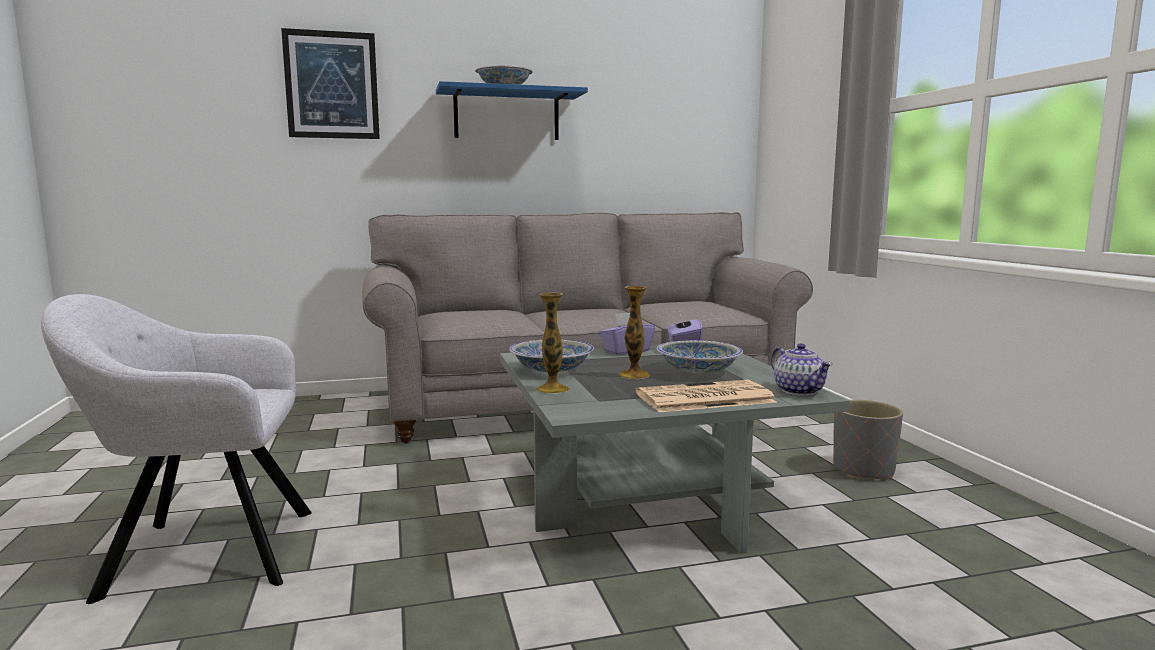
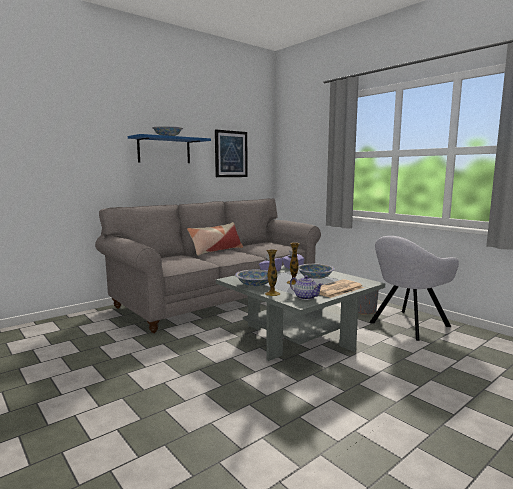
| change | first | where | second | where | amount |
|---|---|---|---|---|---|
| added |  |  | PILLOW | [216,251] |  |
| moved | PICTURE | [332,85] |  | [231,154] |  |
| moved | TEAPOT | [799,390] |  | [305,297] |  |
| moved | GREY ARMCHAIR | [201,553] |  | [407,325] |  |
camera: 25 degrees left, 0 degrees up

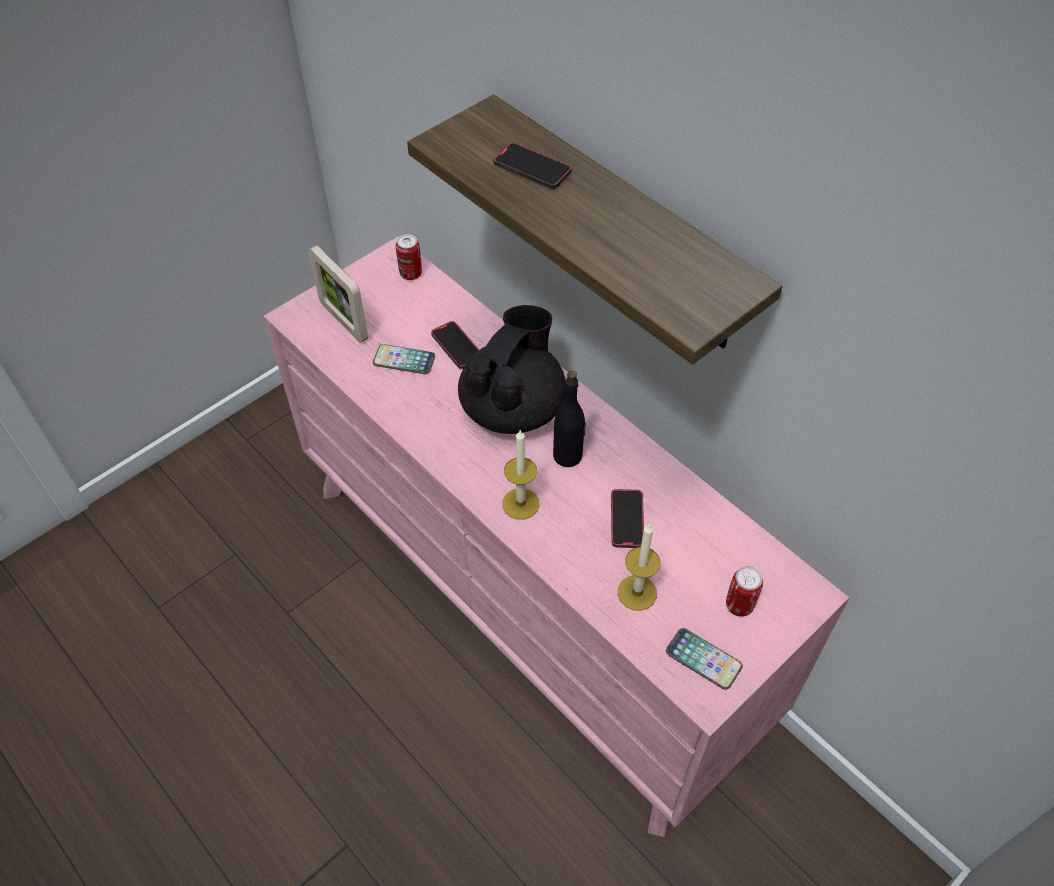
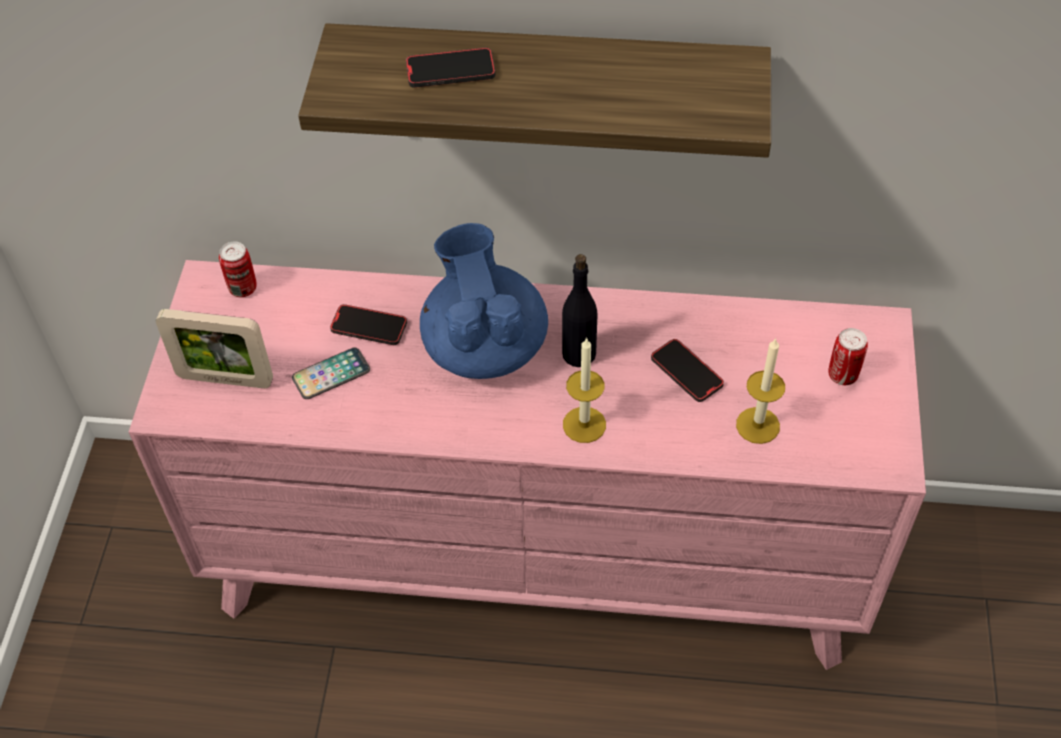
| change | first | where | second | where | amount |
|---|---|---|---|---|---|
| recoloured | BLACK TEAPOT | [513,407] | BLUE TEAPOT | [484,346] |  |
| removed | PHONE | [703,659] |  |  |  |
camera: 40 degrees left, 0 degrees up

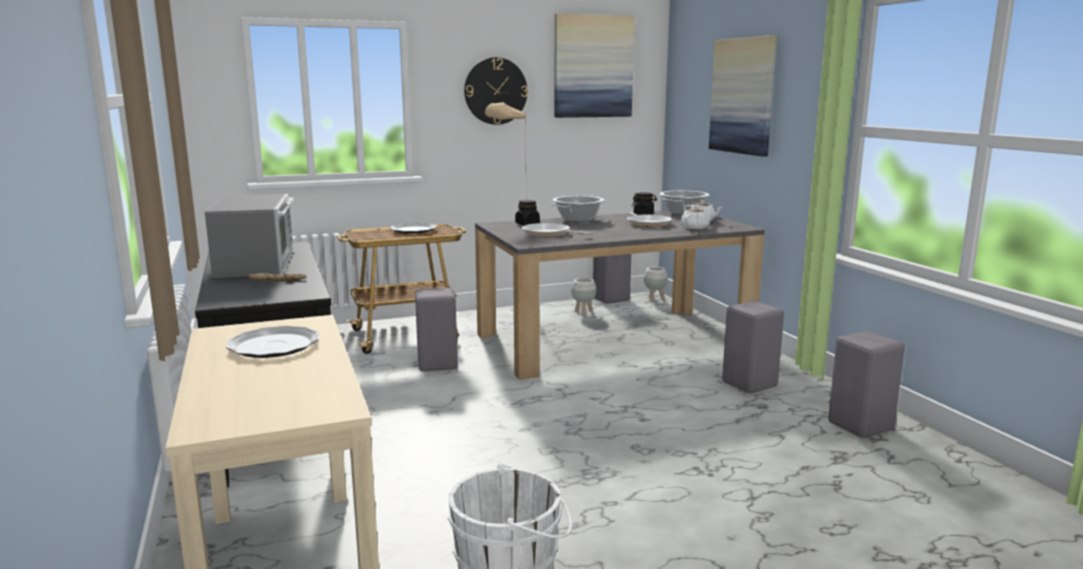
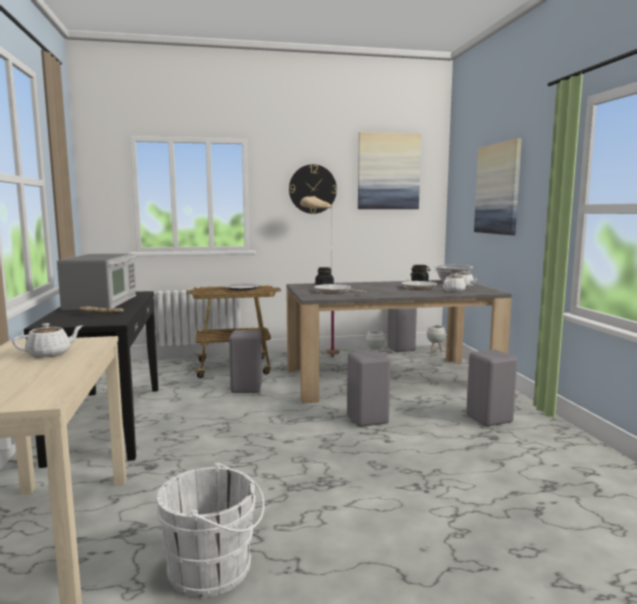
| change | first | where | second | where | amount |
|---|---|---|---|---|---|
| replaced | PLATE | [273,346] | WHITE TEAPOT | [50,354] |  |
| moved | GREY STOOL | [860,427] |  | [367,420] |  |
| removed | COOKING POT | [578,219] |  |  |  |
camera: 10 degrees right, 5 degrees down

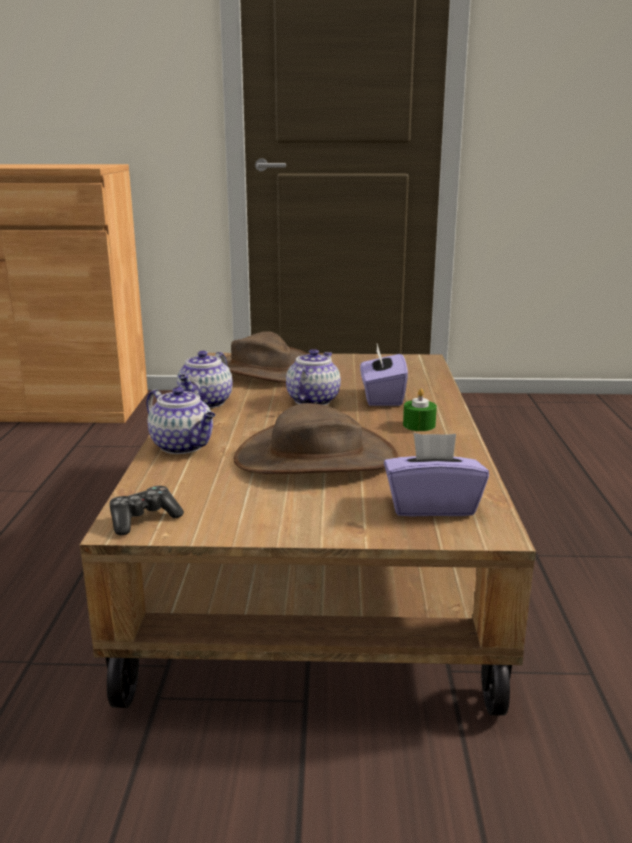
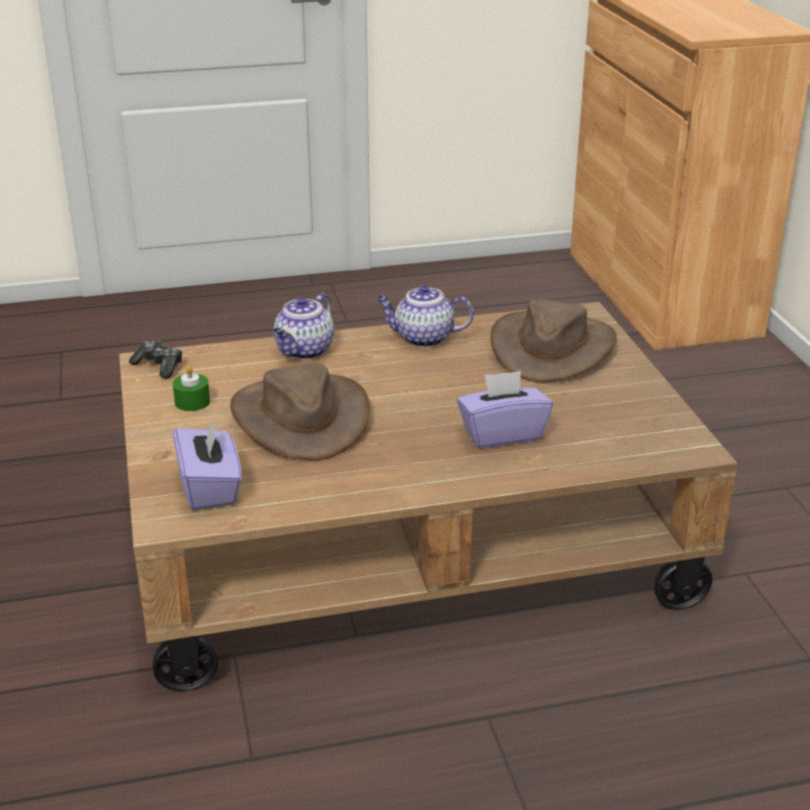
| change | first | where | second | where | amount |
|---|---|---|---|---|---|
| moved | GREEN CANDLE | [419,425] |  | [192,402] |  |
| removed | TEAPOT | [313,400] |  |  |  |
camera: 75 degrees right, 10 degrees up

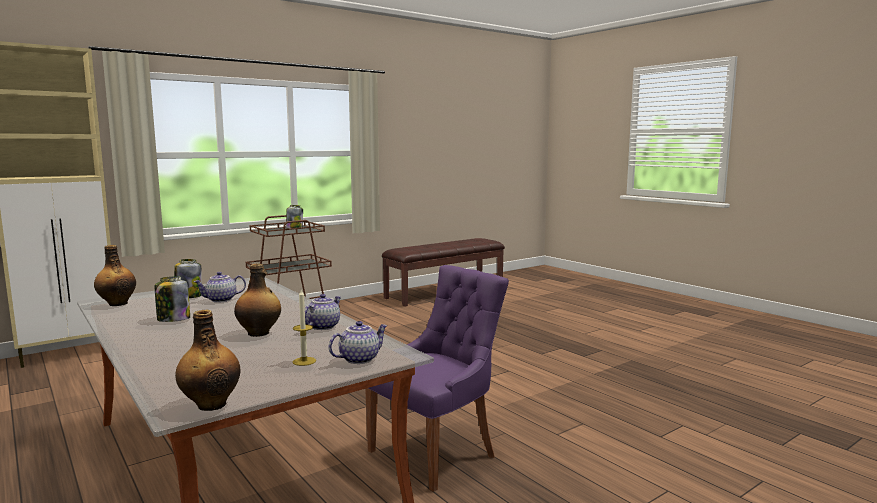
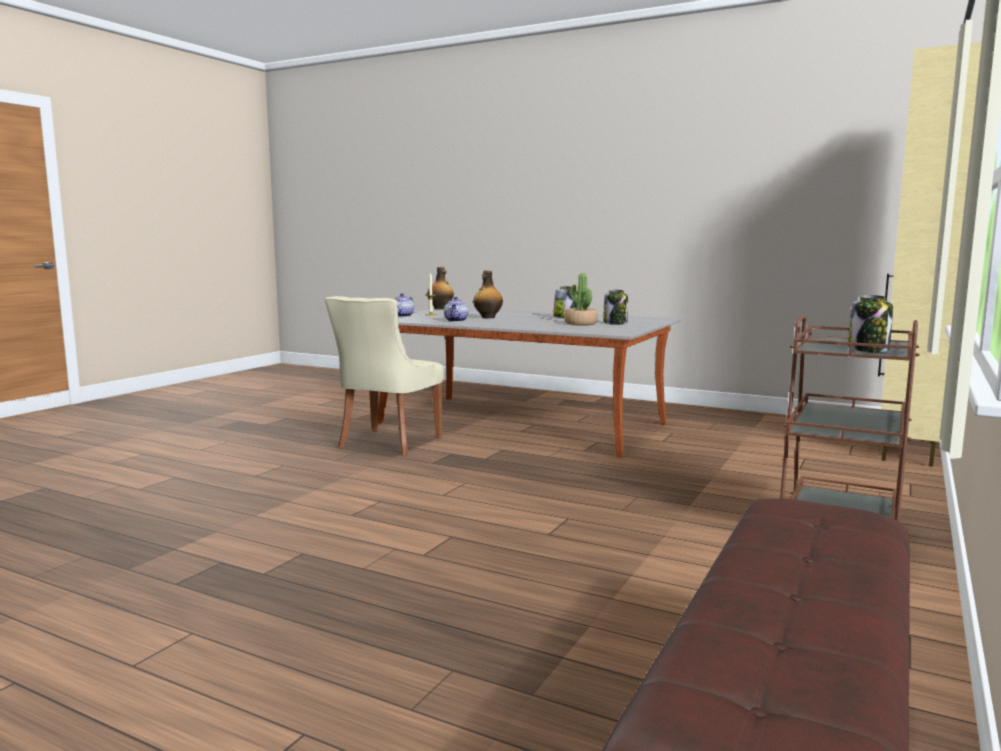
| change | first | where | second | where | amount |
|---|---|---|---|---|---|
| recoloured | PURPLE CHAIR | [436,452] | BEIGE CHAIR | [387,443] |  |
| replaced | TEAPOT | [221,300] | POTTED PLANT | [580,323] |  |
| removed | BOTTLE | [117,303] |  |  |  |
camera: 155 degrees right, 0 degrees up

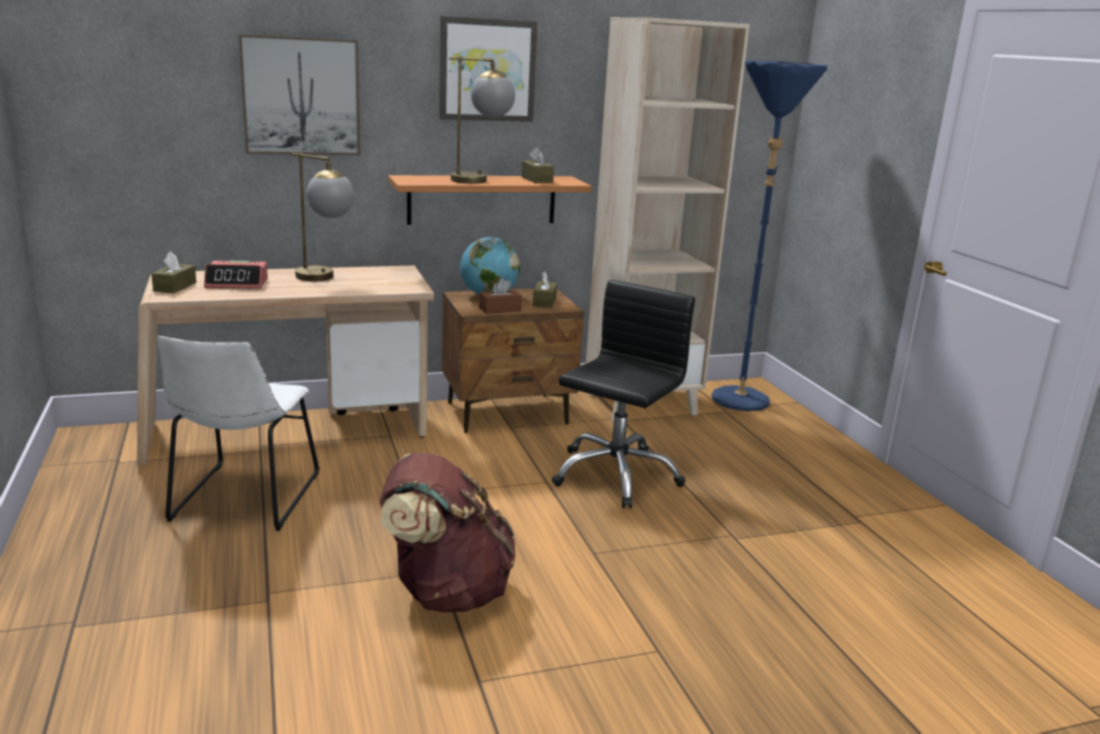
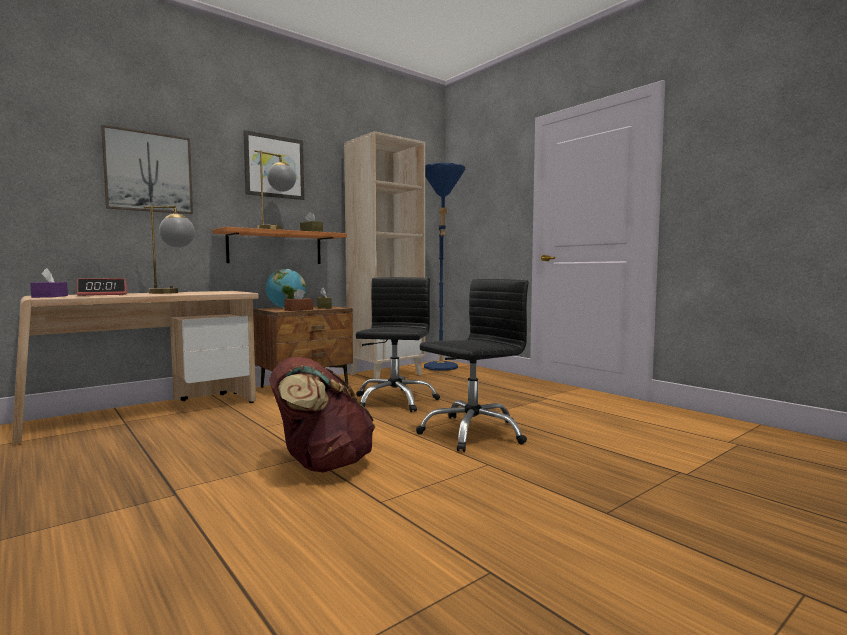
| change | first | where | second | where | amount |
|---|---|---|---|---|---|
| recoloured | BROWN TISSUE BOX | [175,287] | PURPLE TISSUE BOX | [50,296] |  |
| added |  |  | BLACK OFFICE CHAIR | [472,432] |  |
| removed | WHITE CHAIR | [243,499] |  |  |  |
camera: 20 degrees left, 15 degrees down

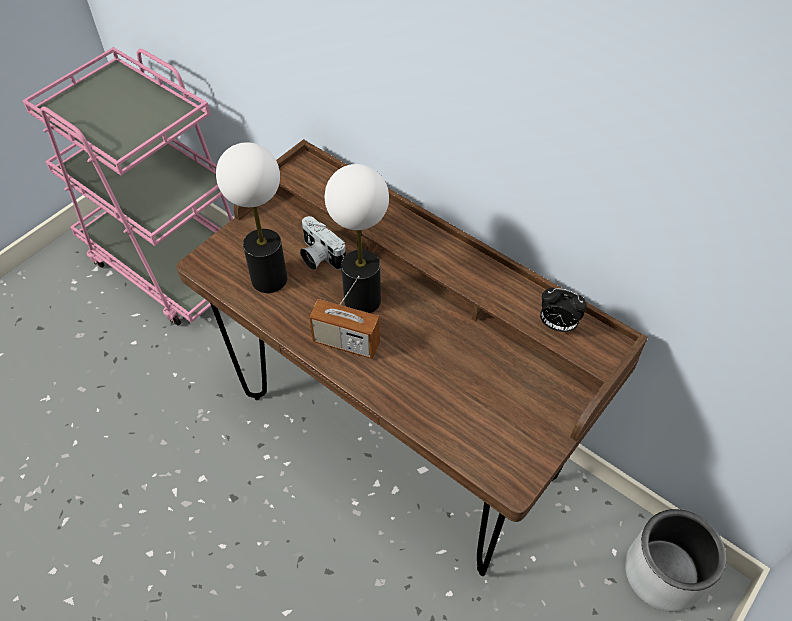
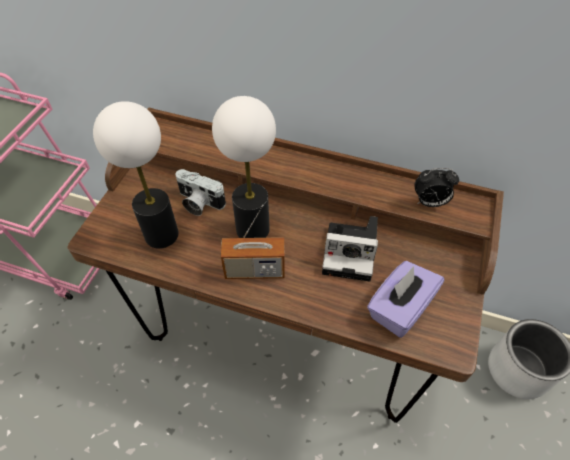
| change | first | where | second | where | amount |
|---|---|---|---|---|---|
| added |  |  | PHOTO CAMERA | [351,252] |  |
| added |  |  | PURPLE TISSUE BOX | [399,308] |  |
camera: 20 degrees left, 0 degrees up

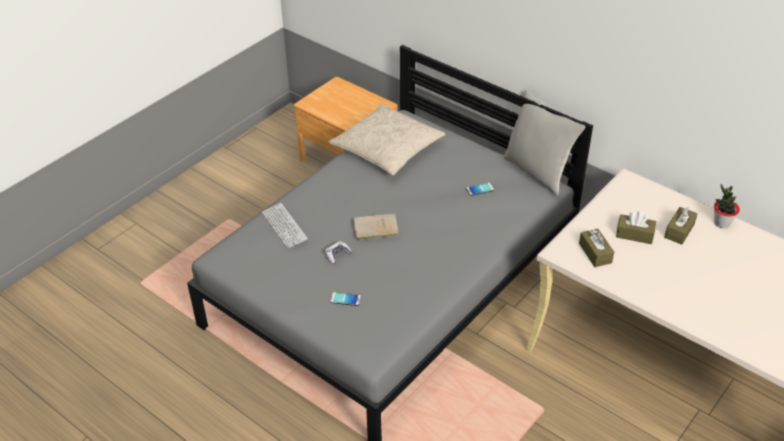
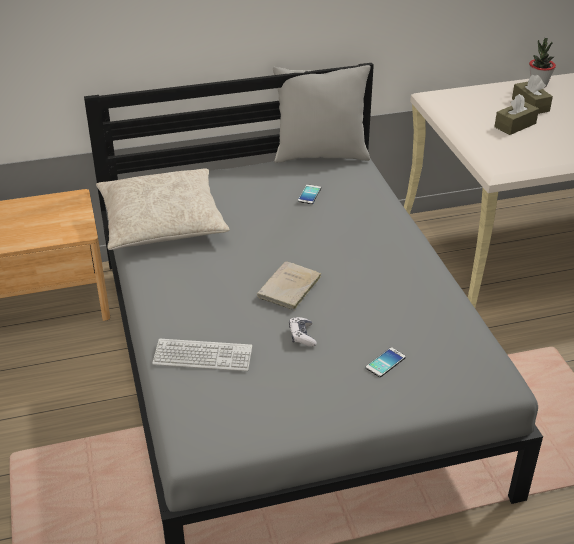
| change | first | where | second | where | amount |
|---|---|---|---|---|---|
| removed | BROWN TISSUE BOX | [595,253] |  |  |  |
camera: 55 degrees left, 5 degrees down

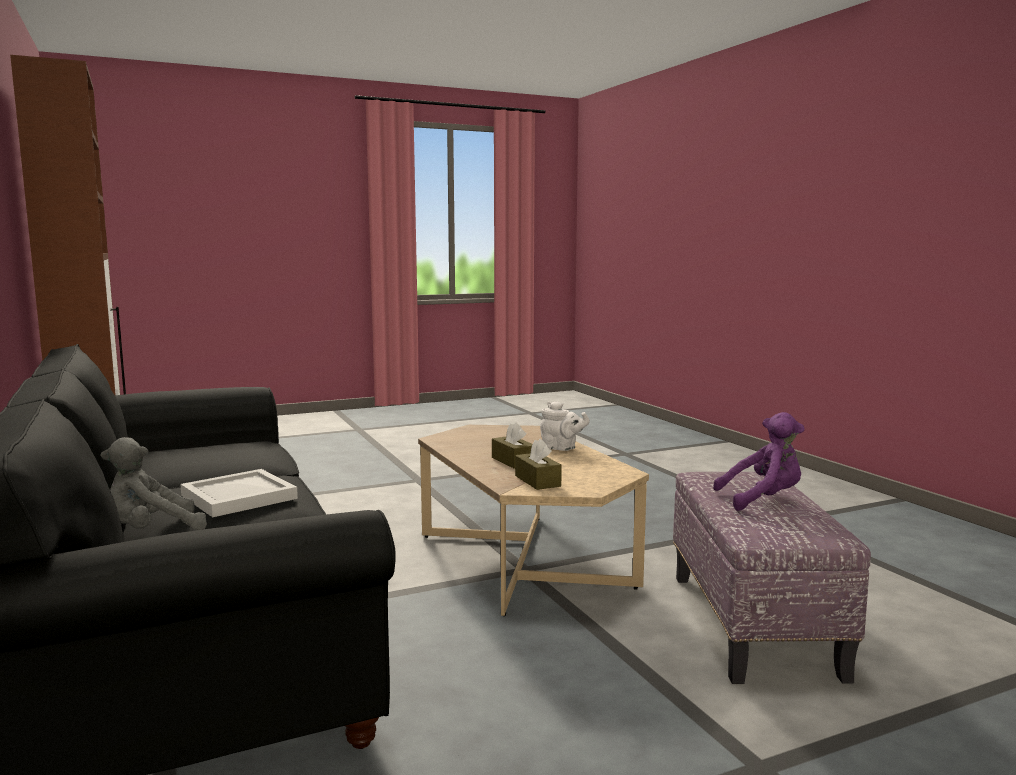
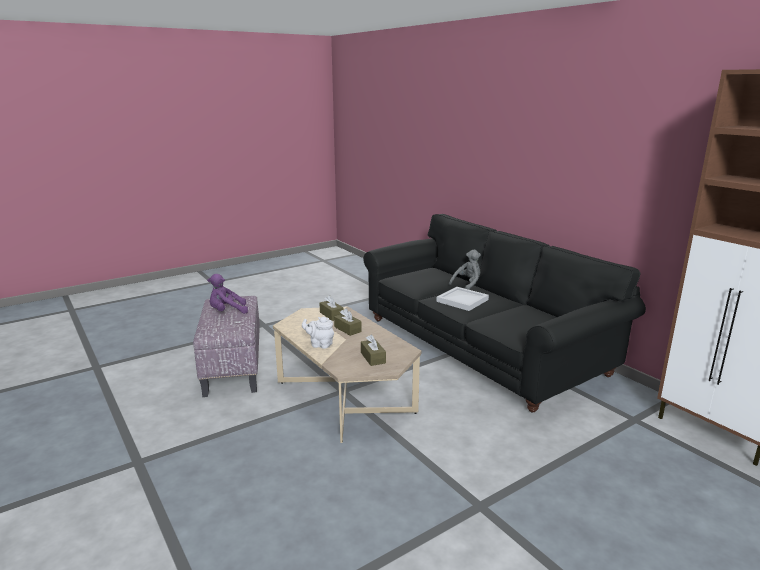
| change | first | where | second | where | amount |
|---|---|---|---|---|---|
| added |  |  | BROWN TISSUE BOX | [373,358] |  |
camera: 170 degrees right, 10 degrees up

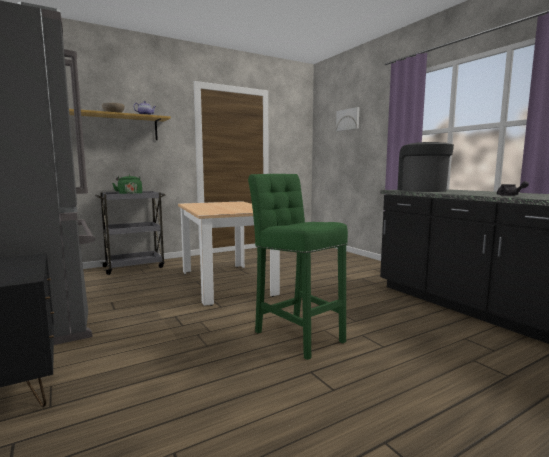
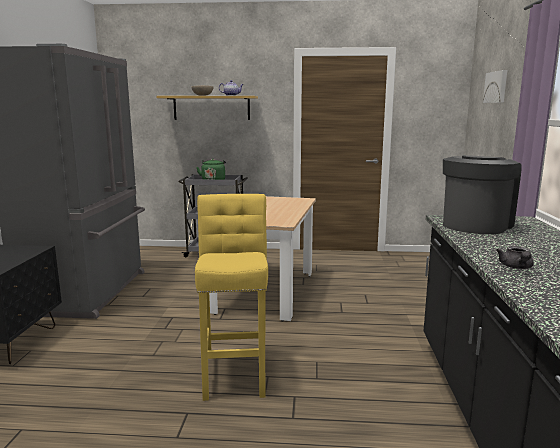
| change | first | where | second | where | amount |
|---|---|---|---|---|---|
| recoloured | GREEN STOOL | [296,334] | YELLOW STOOL | [235,371] |  |
camera: 35 degrees right, 5 degrees up

